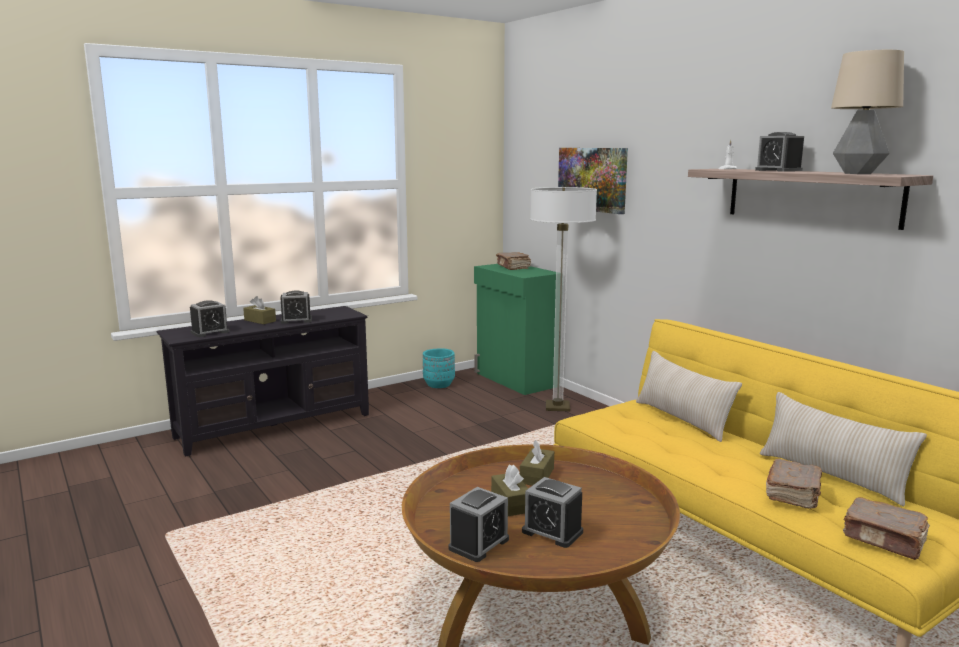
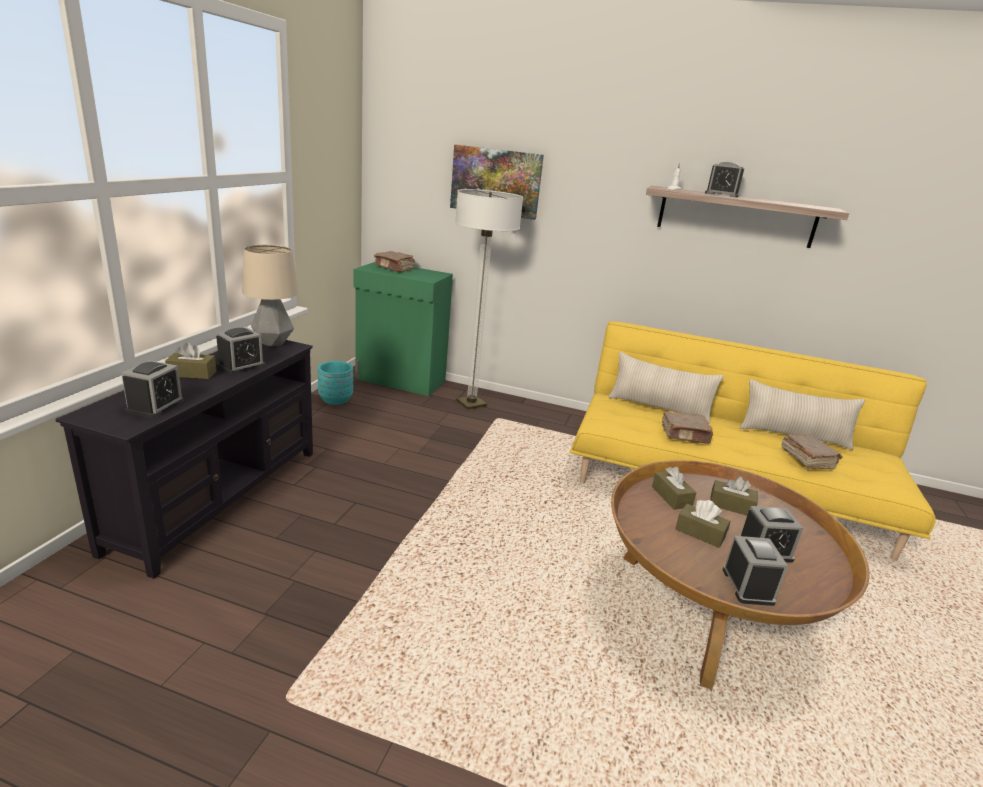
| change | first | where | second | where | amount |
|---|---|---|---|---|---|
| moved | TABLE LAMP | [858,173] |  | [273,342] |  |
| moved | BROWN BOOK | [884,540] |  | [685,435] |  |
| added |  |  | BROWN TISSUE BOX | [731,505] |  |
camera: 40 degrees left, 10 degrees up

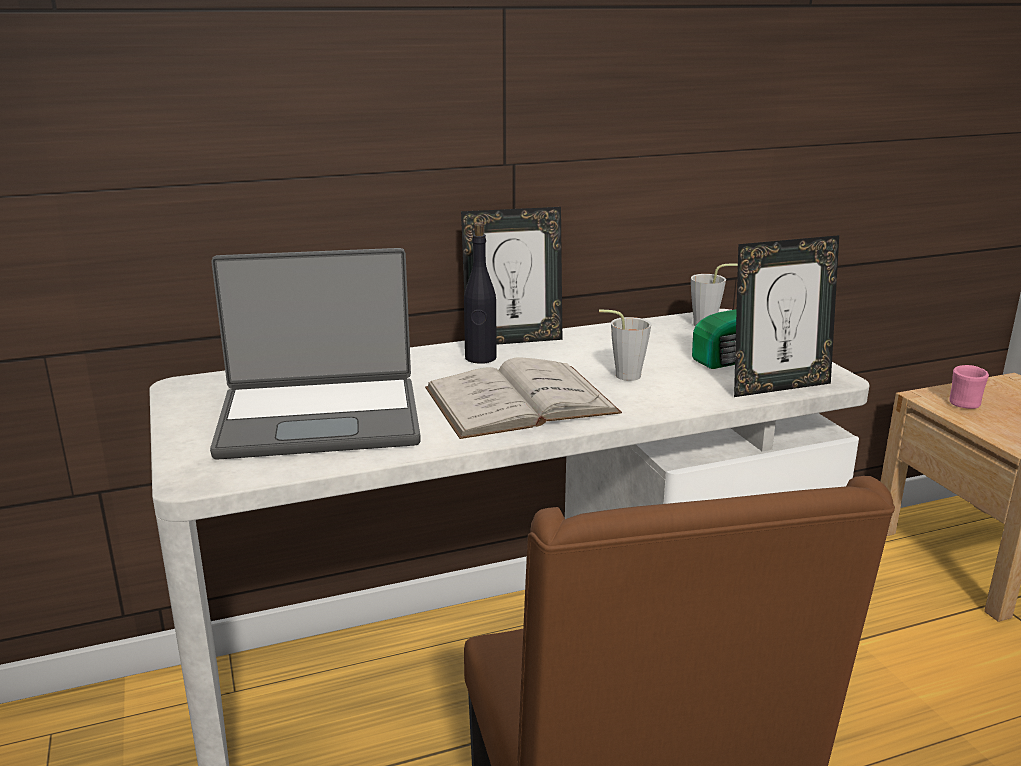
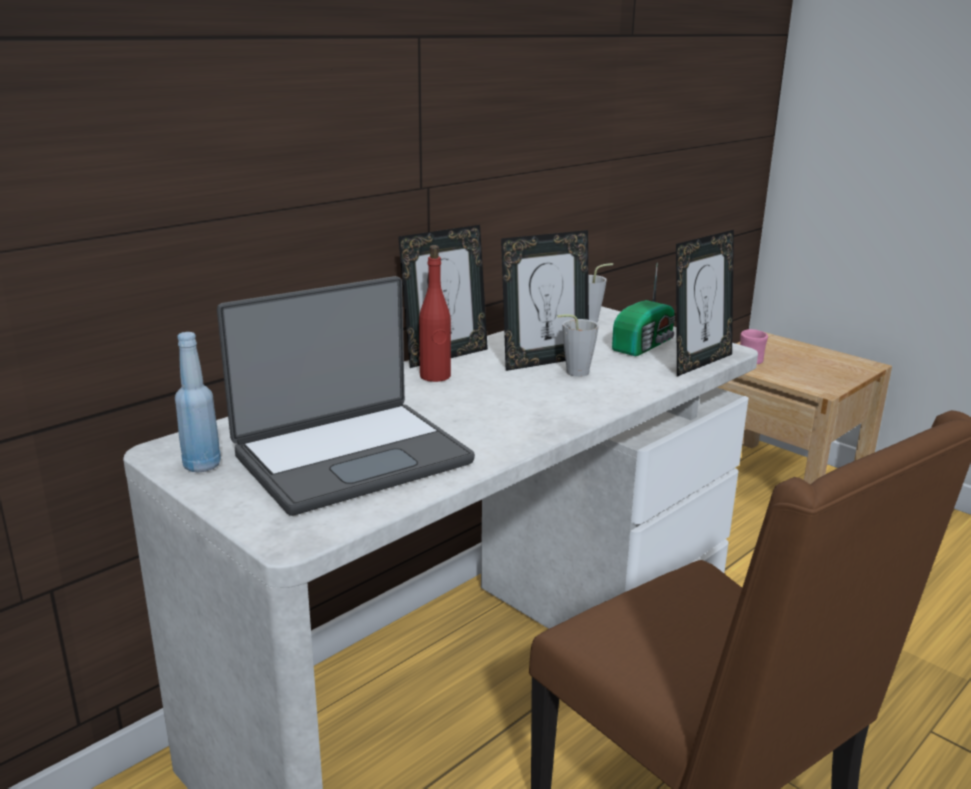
| change | first | where | second | where | amount |
|---|---|---|---|---|---|
| added |  |  | BLUE BOTTLE | [202,465] |  |
| recoloured | BLACK BOTTLE | [480,358] | RED BOTTLE | [435,376] |  |
| added |  |  | PICTURE FRAME | [544,361] |  |
| removed | WHITE BOOK | [520,400] |  |  |  |
camera: 25 degrees left, 0 degrees up

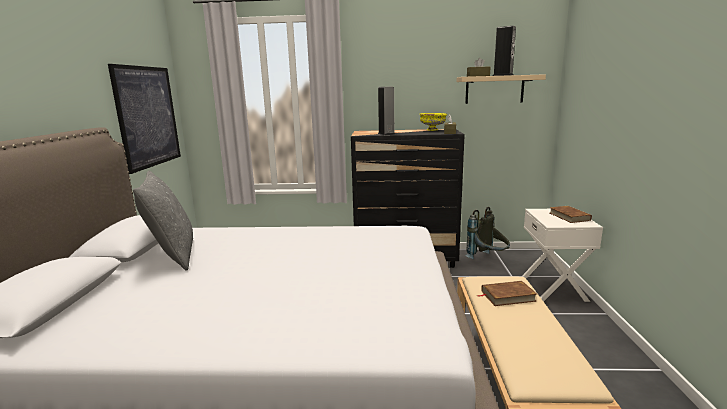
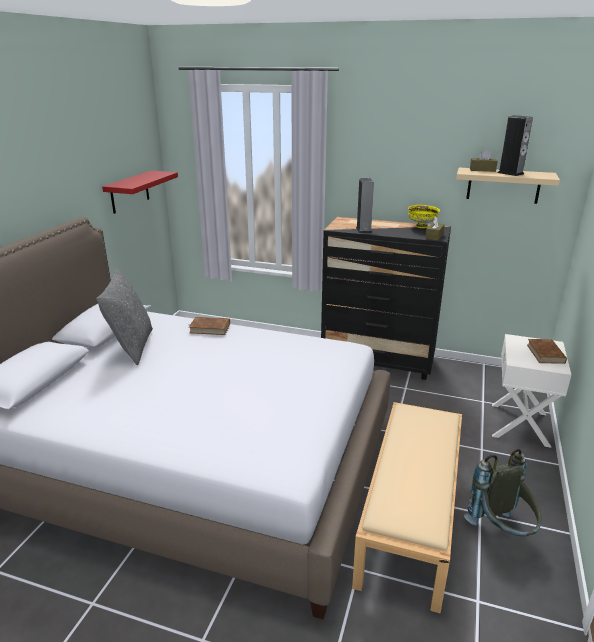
| change | first | where | second | where | amount |
|---|---|---|---|---|---|
| replaced | PICTURE | [148,116] | RED SHELF | [130,192] |  |
| moved | BROWN BOOK | [507,296] |  | [210,328] |  |
| moved | GREY BACKPACK | [488,260] |  | [502,531] |  |
camera: 15 degrees right, 10 degrees up

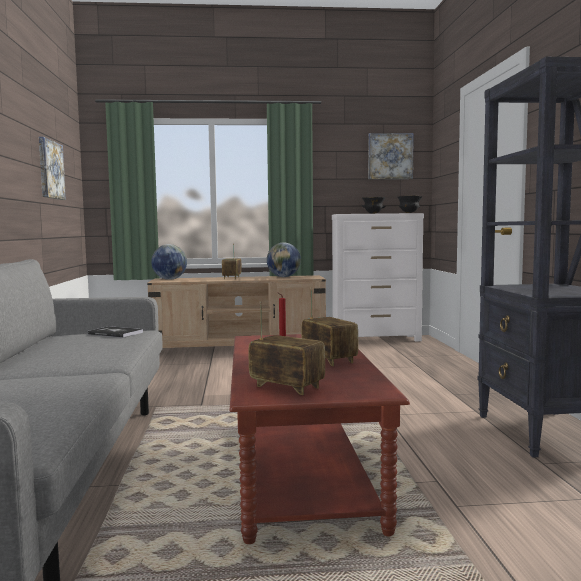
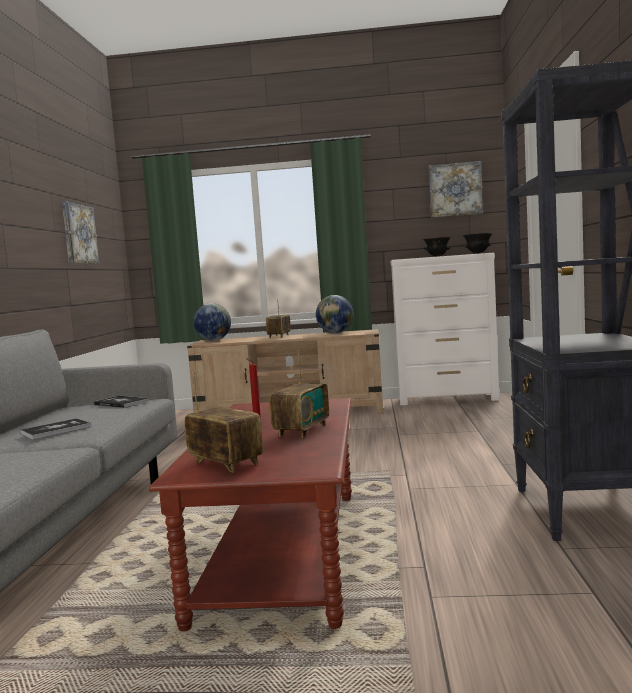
| change | first | where | second | where | amount |
|---|---|---|---|---|---|
| added |  |  | BOOK | [56,430] |  |
| turned | RADIO | [329,360] |  | [302,430] | 45 degrees clockwise |
camera: 10 degrees right, 0 degrees up

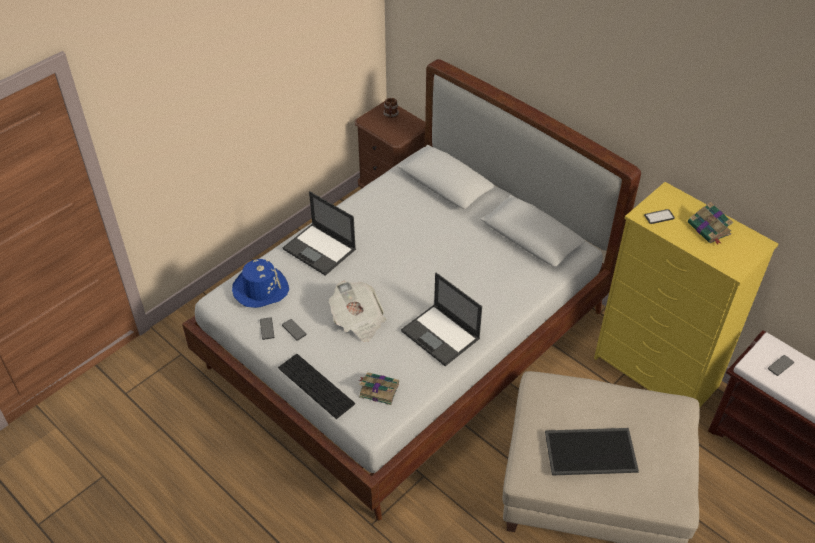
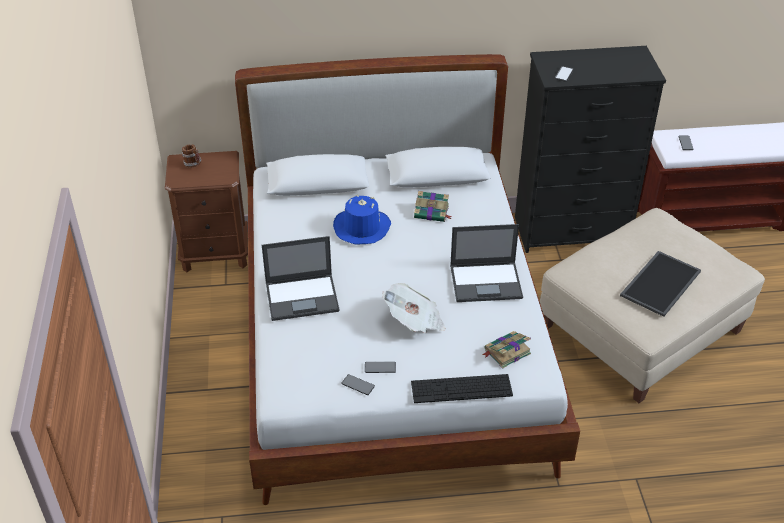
| change | first | where | second | where | amount |
|---|---|---|---|---|---|
| moved | BLUE HAT | [260,288] |  | [361,228] |  |
| moved | BOOK | [709,229] |  | [432,212] |  |
| recoloured | YELLOW DRESSER | [656,373] | BLACK DRESSER | [573,231] |  |
camera: 50 degrees left, 5 degrees down

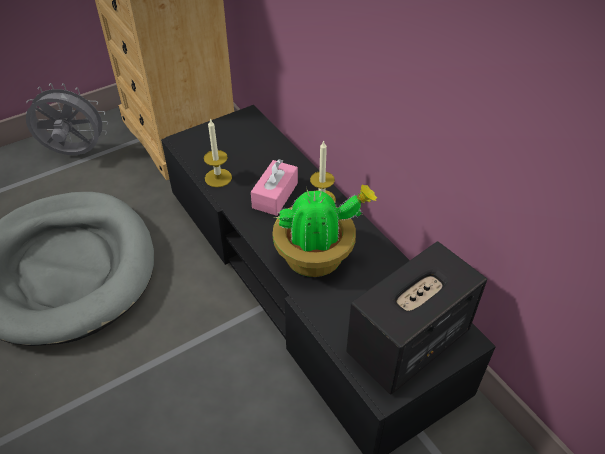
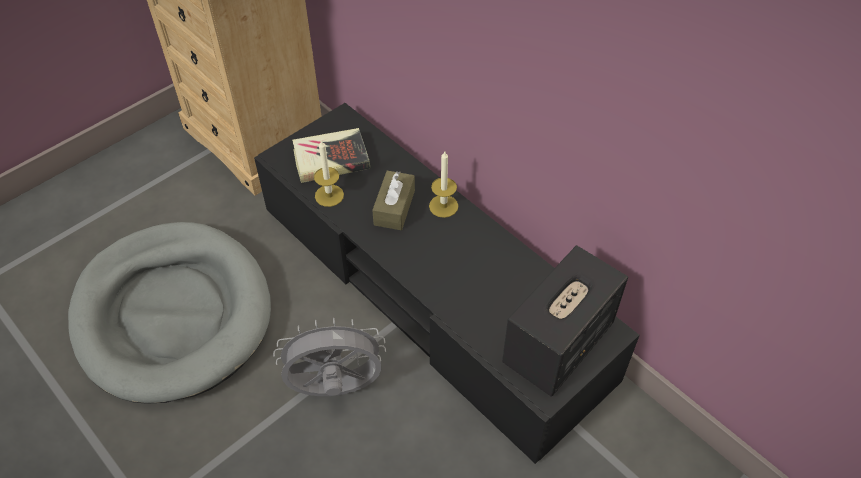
| change | first | where | second | where | amount |
|---|---|---|---|---|---|
| moved | GREY FAN | [74,154] |  | [335,389] |  |
| added |  |  | BOOK | [331,159] |  |
| recoloured | PINK TISSUE BOX | [275,195] | BROWN TISSUE BOX | [394,207] |  |
| removed | POTTED PLANT | [317,257] |  |  |  |
camera: 10 degrees left, 5 degrees up

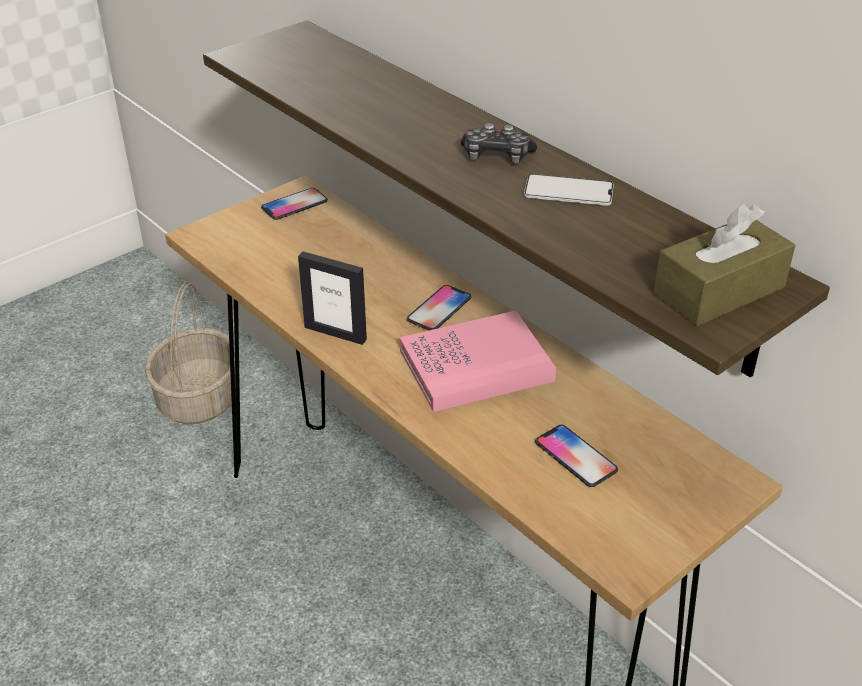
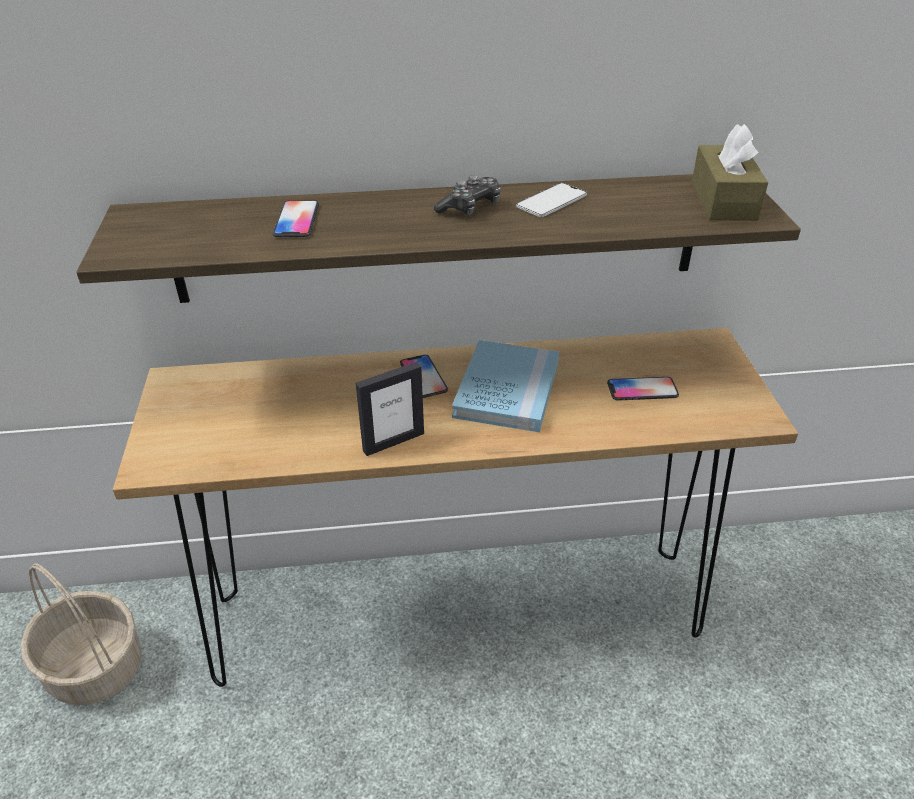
| change | first | where | second | where | amount |
|---|---|---|---|---|---|
| moved | PHONE | [294,205] |  | [296,220] |  |
| recoloured | PINK BOOK | [476,365] | BLUE BOOK | [507,389] |  |
camera: 55 degrees left, 0 degrees up

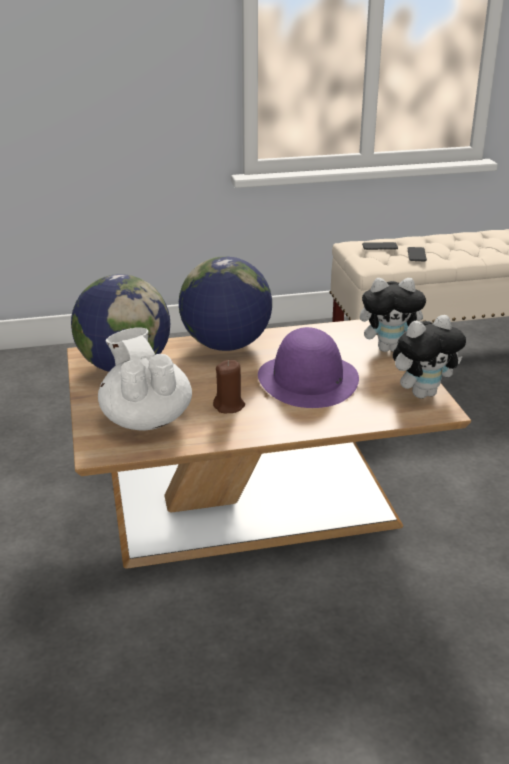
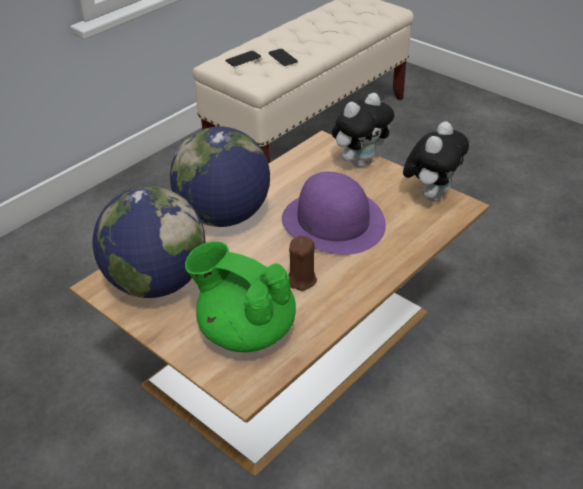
| change | first | where | second | where | amount |
|---|---|---|---|---|---|
| recoloured | WHITE TEAPOT | [146,419] | GREEN TEAPOT | [245,330] |  |
camera: 35 degrees left, 10 degrees up

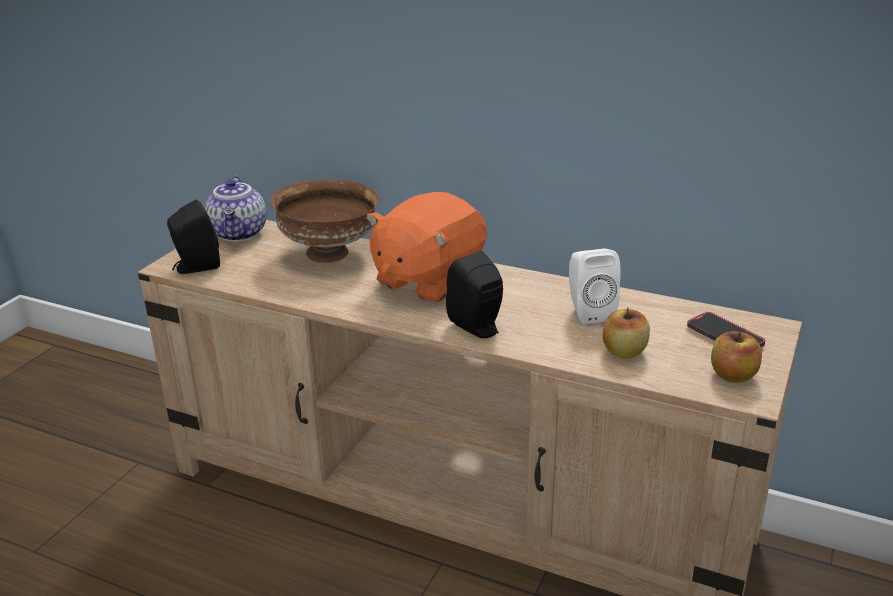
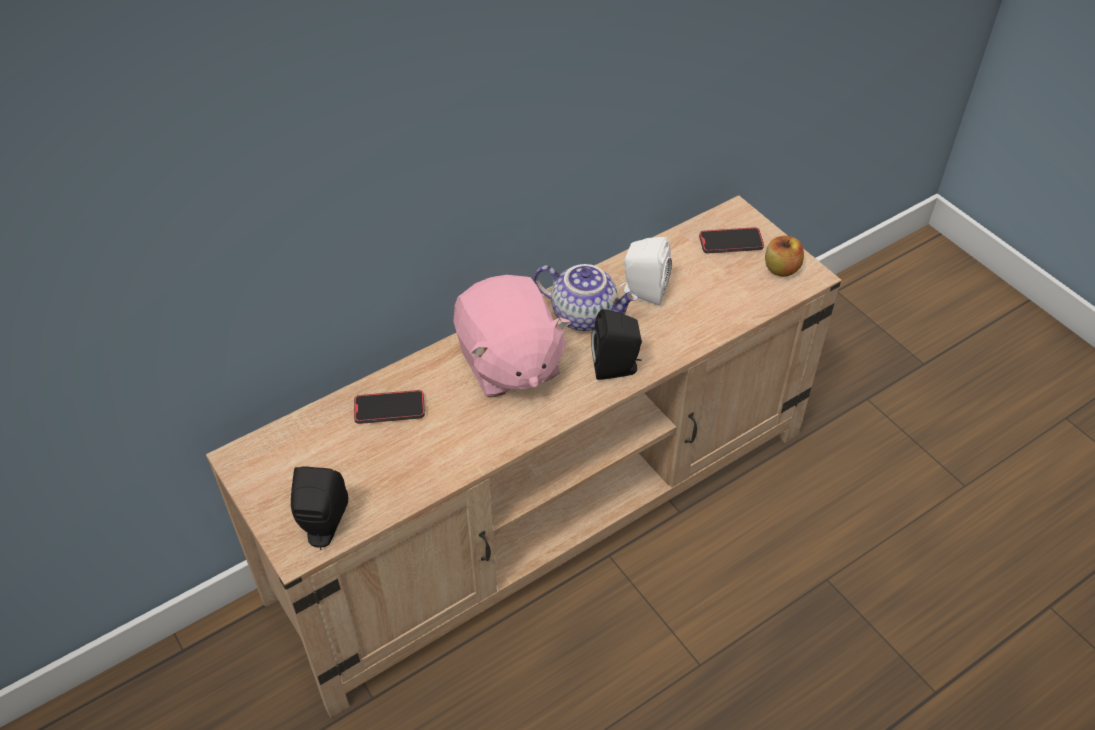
| change | first | where | second | where | amount |
|---|---|---|---|---|---|
| replaced | BROWN BOWL | [329,253] | PHONE | [389,409] |  |
| recoloured | ORANGE PLUSH TOY | [428,280] | PINK PLUSH TOY | [508,363] |  |
| moved | TEAPOT | [240,234] |  | [585,315] |  |
| removed | APPLE | [624,351] |  |  |  |
camera: 60 degrees left, 20 degrees up

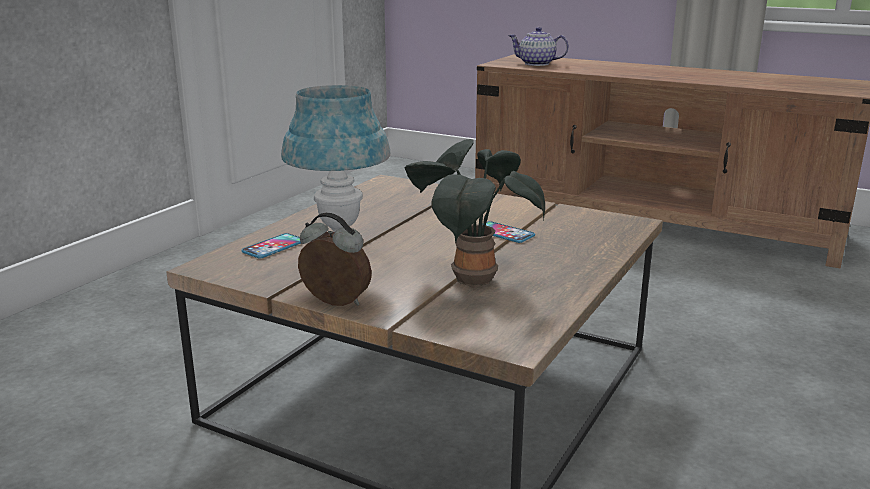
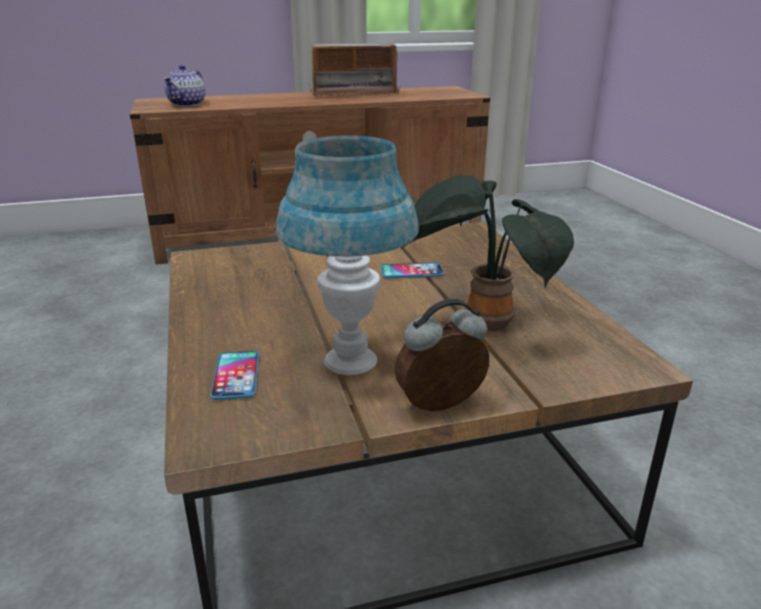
| change | first | where | second | where | amount |
|---|---|---|---|---|---|
| turned | TEAPOT | [537,64] |  | [187,104] | 45 degrees counterclockwise |
| added |  |  | RADIO | [354,94] |  |
camera: 45 degrees left, 5 degrees up

